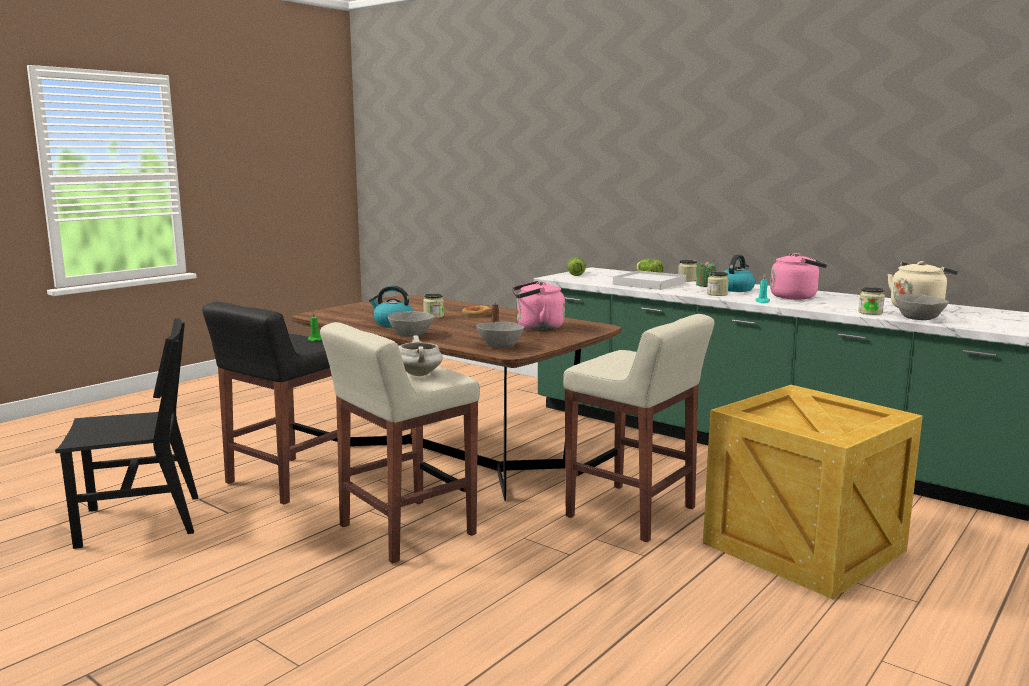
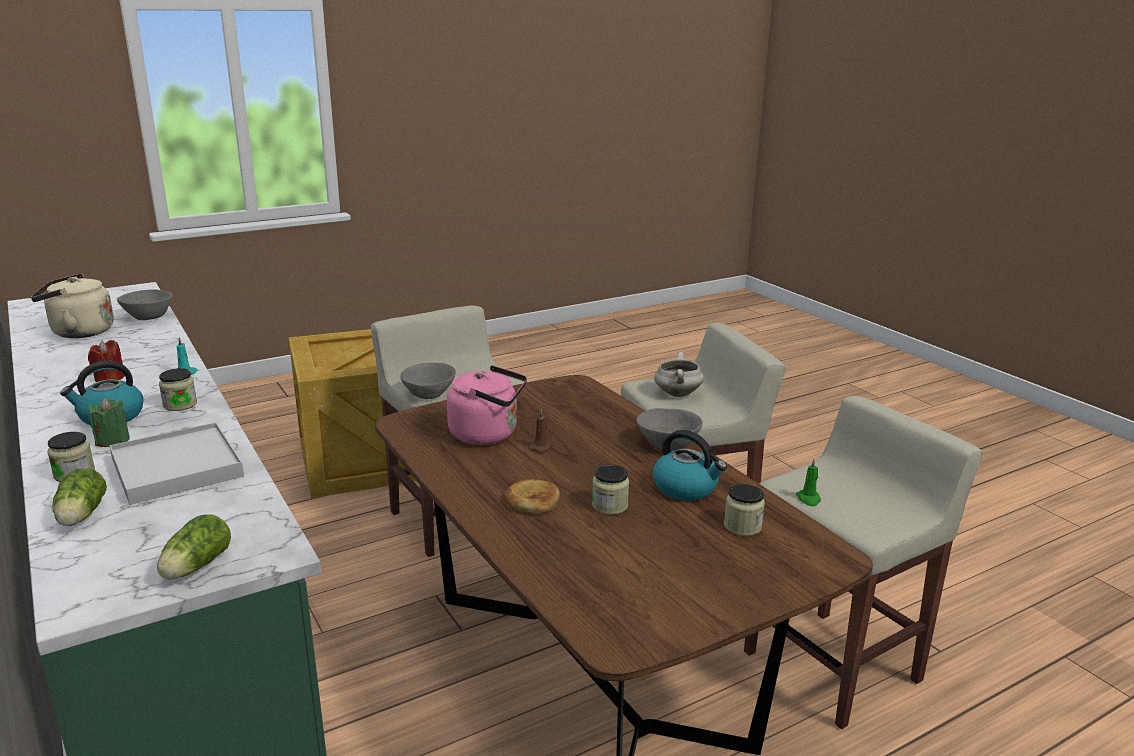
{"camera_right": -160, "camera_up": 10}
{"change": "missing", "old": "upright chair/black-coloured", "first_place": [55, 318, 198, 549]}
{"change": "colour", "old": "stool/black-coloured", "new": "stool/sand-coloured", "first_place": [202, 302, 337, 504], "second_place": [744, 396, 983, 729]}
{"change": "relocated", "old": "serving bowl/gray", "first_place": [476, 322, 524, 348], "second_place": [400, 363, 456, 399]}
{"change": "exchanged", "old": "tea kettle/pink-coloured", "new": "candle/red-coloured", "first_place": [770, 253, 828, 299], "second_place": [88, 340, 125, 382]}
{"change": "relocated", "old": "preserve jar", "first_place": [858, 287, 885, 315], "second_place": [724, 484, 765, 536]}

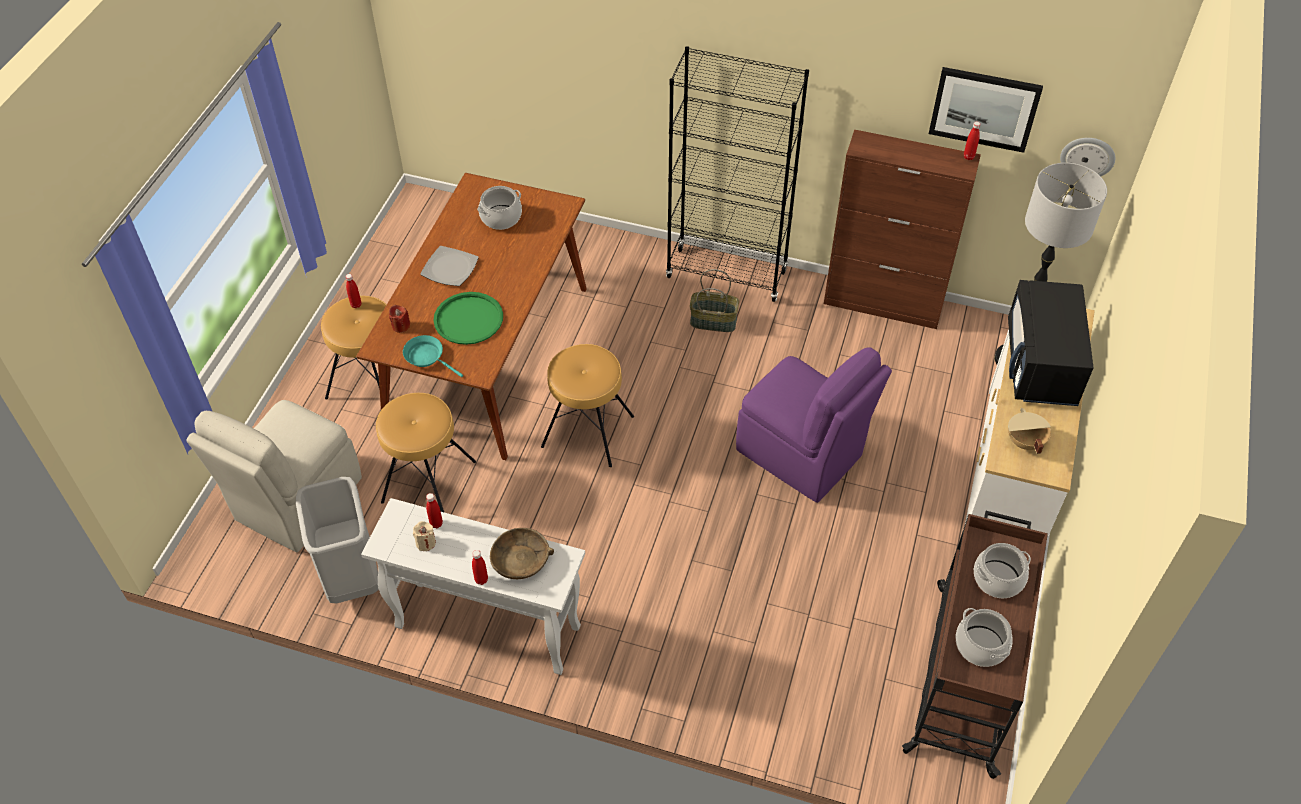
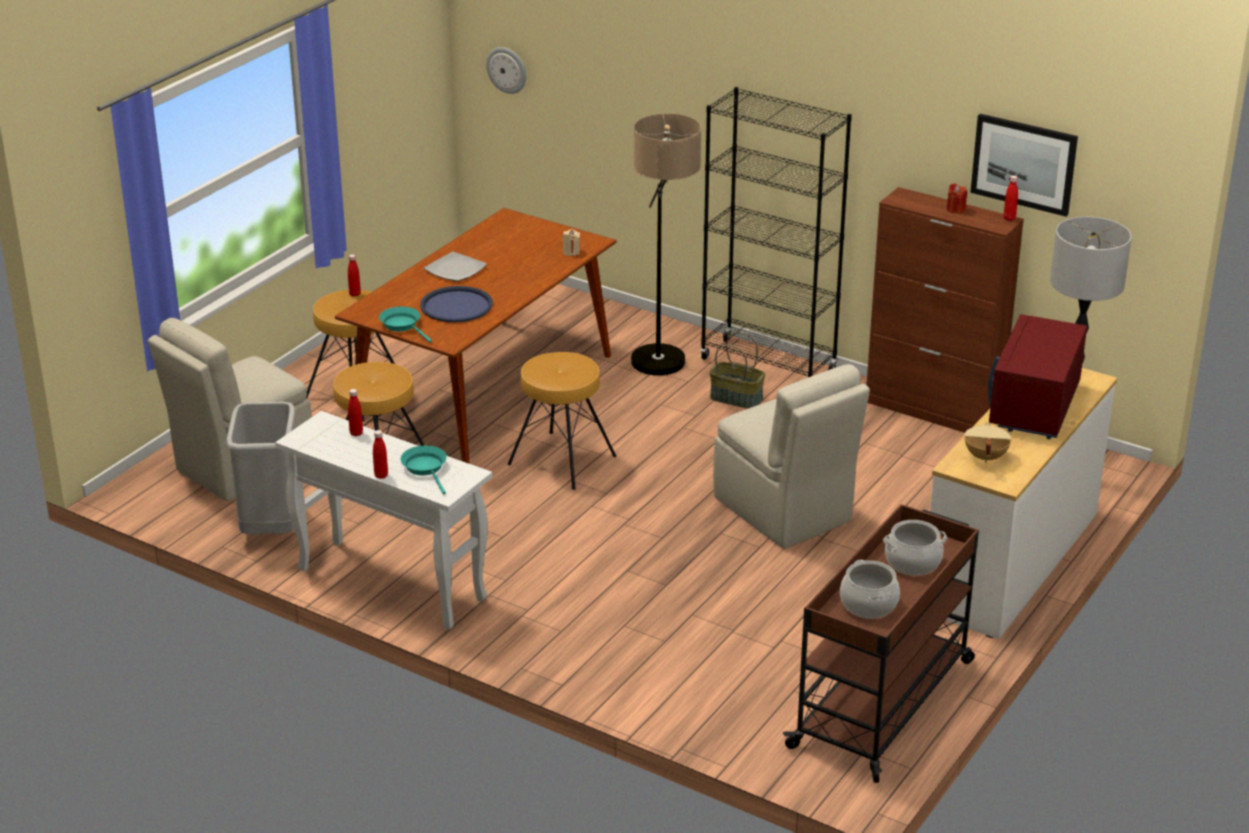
{"camera_right": 15, "camera_up": -20}
{"change": "relocated", "old": "candle/red-coloured", "first_place": [389, 305, 410, 333], "second_place": [947, 183, 967, 214]}
{"change": "relocated", "old": "candle/sand-coloured", "first_place": [413, 521, 436, 551], "second_place": [562, 229, 580, 256]}
{"change": "colour", "old": "carrying tray/green-coloured", "new": "carrying tray/blue", "first_place": [433, 292, 503, 345], "second_place": [420, 286, 493, 322]}
{"change": "missing", "old": "cooking pot", "first_place": [477, 186, 522, 230]}
{"change": "exchanged", "old": "serving bowl/brownish", "new": "frying pan/blue-green", "first_place": [490, 528, 554, 579], "second_place": [400, 446, 447, 494]}
{"change": "colour", "old": "upright chair/purple", "new": "upright chair/sand-coloured", "first_place": [736, 347, 892, 503], "second_place": [713, 364, 870, 549]}
{"change": "colour", "old": "microwave oven/black-coloured", "new": "microwave oven/red-coloured", "first_place": [1008, 280, 1093, 406], "second_place": [988, 314, 1087, 439]}
{"change": "relocated", "old": "wall clock", "first_place": [1060, 138, 1115, 176], "second_place": [486, 47, 526, 94]}
{"change": "appeared", "new": "floor lamp", "second_place": [631, 113, 702, 375]}

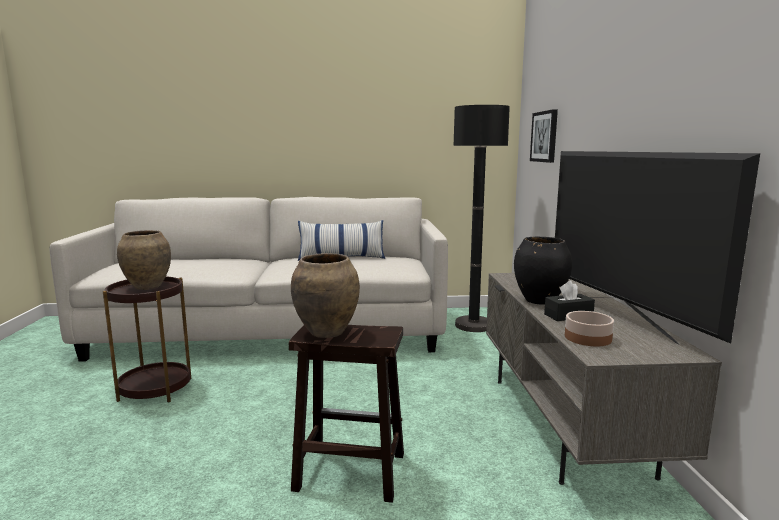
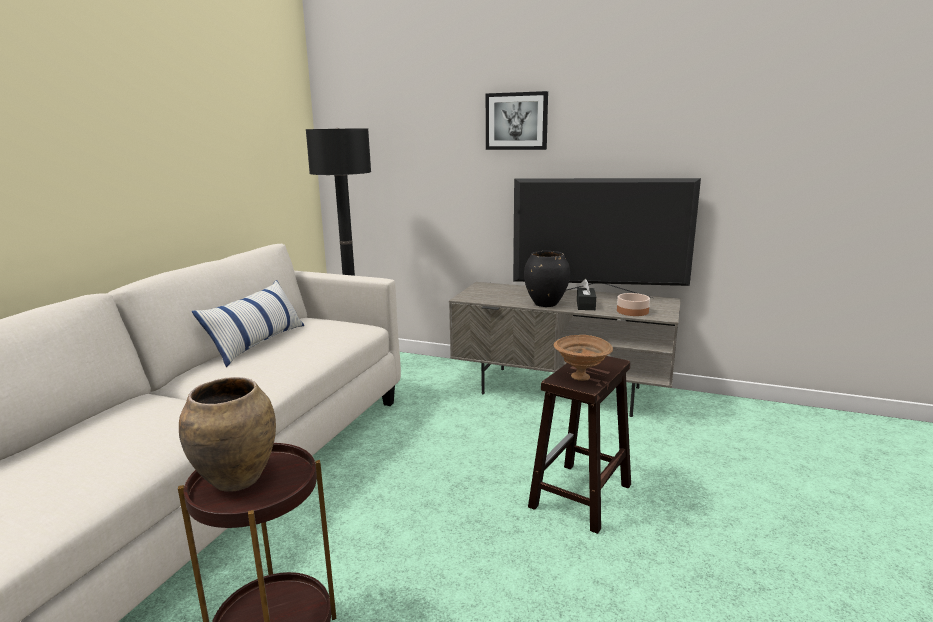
{"camera_right": -65, "camera_up": 5}
{"change": "exchanged", "old": "vase/brownish", "new": "serving bowl/brownish", "first_place": [291, 253, 360, 338], "second_place": [554, 335, 613, 381]}
{"change": "relocated", "old": "picture", "first_place": [530, 109, 558, 163], "second_place": [486, 91, 548, 150]}

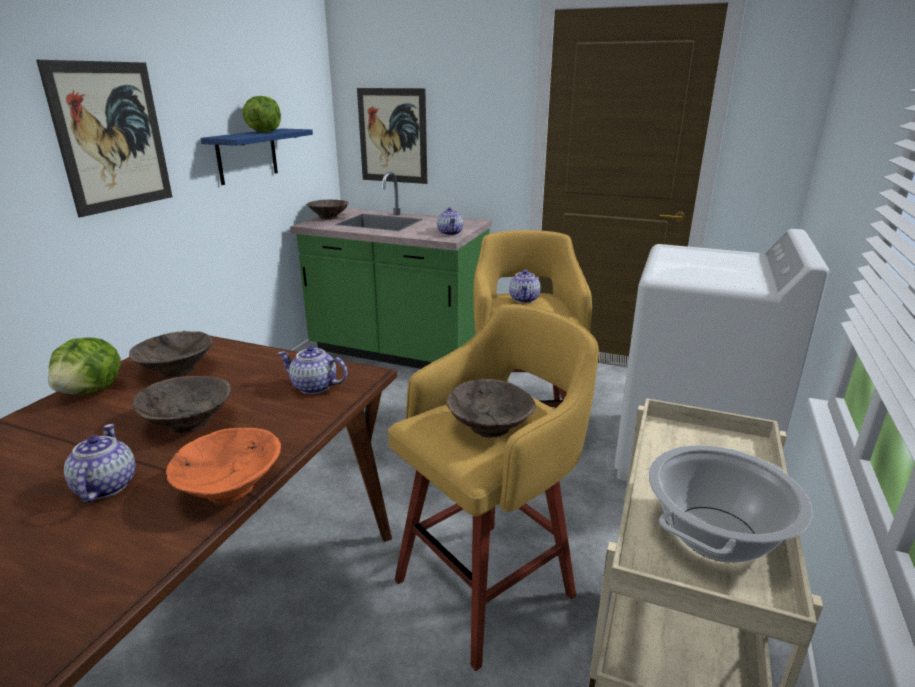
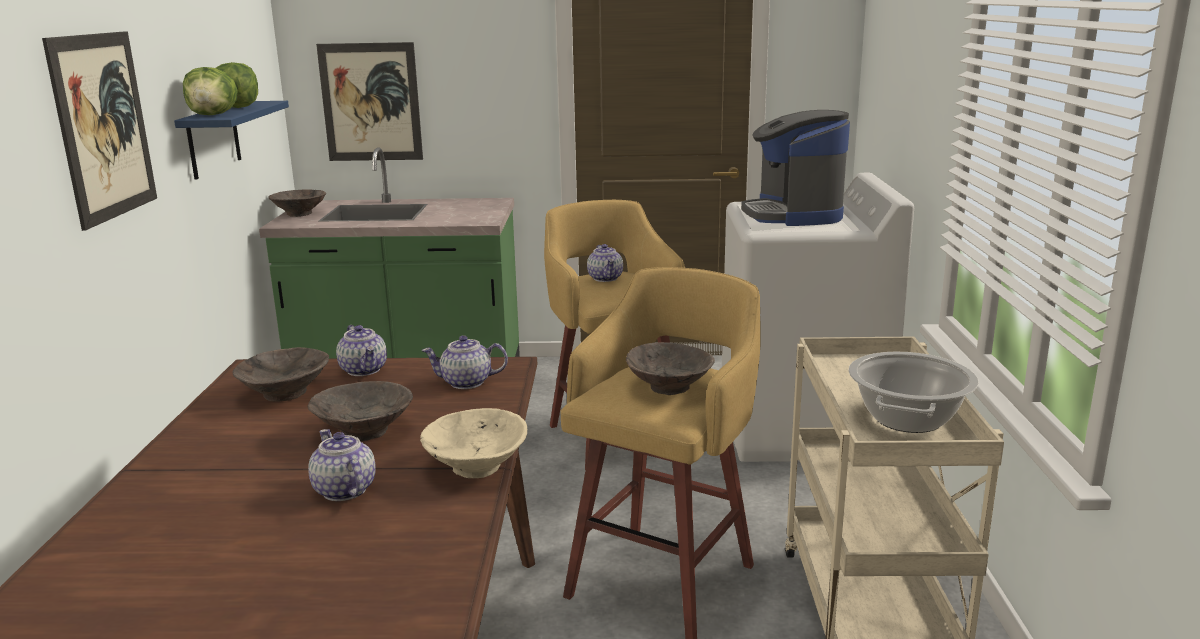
{"camera_right": -20, "camera_up": -5}
{"change": "relocated", "old": "lettuce", "first_place": [48, 337, 121, 395], "second_place": [183, 67, 238, 115]}
{"change": "colour", "old": "serving bowl/orangey", "new": "serving bowl/sand-coloured", "first_place": [166, 428, 281, 503], "second_place": [420, 408, 527, 478]}
{"change": "relocated", "old": "tea pot", "first_place": [437, 207, 463, 235], "second_place": [336, 325, 387, 376]}
{"change": "appeared", "new": "coffee brewer", "second_place": [741, 110, 850, 226]}

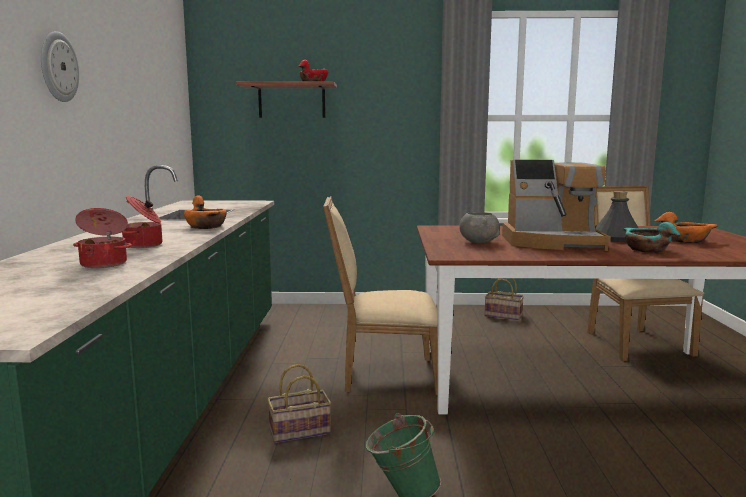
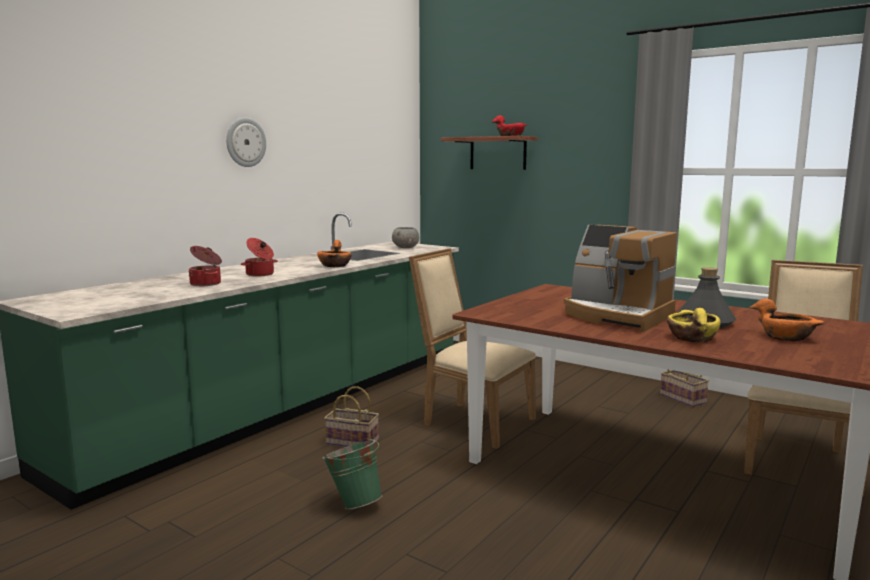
{"camera_right": 35, "camera_up": 0}
{"change": "relocated", "old": "serving bowl/gray", "first_place": [459, 212, 500, 243], "second_place": [392, 227, 419, 248]}
{"change": "colour", "old": "serving bowl/blue-green", "new": "serving bowl/yellow-coloured", "first_place": [623, 222, 680, 253], "second_place": [667, 308, 721, 342]}

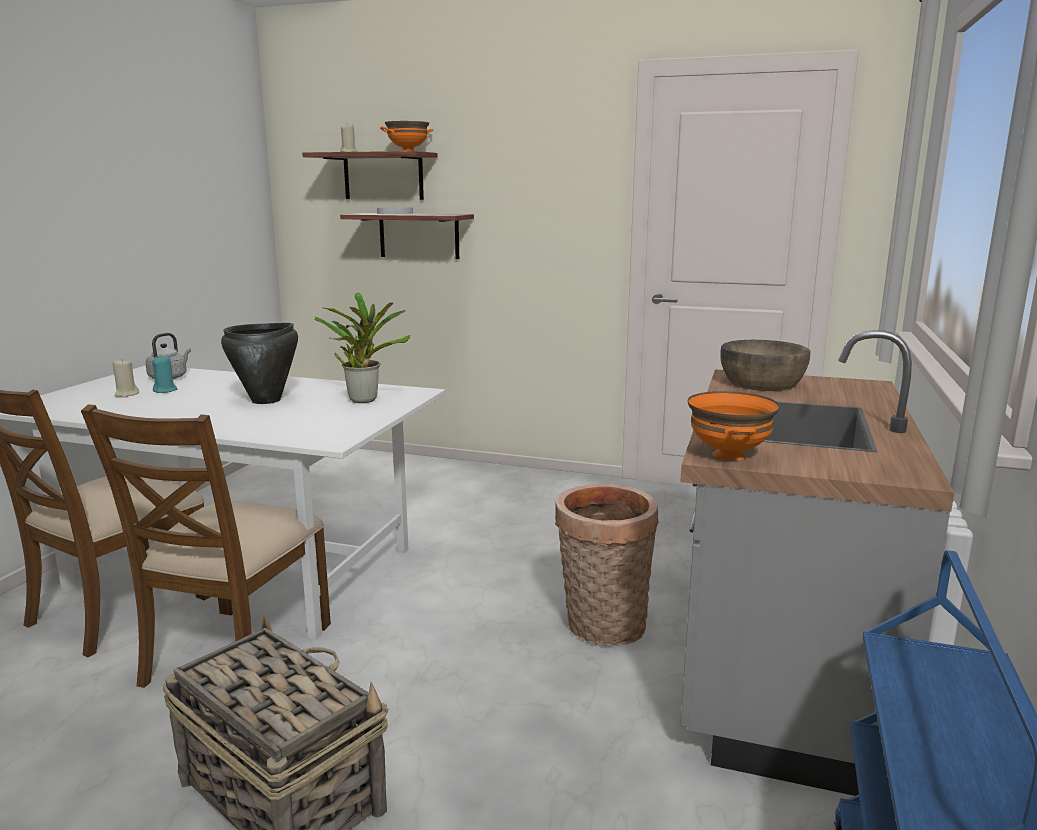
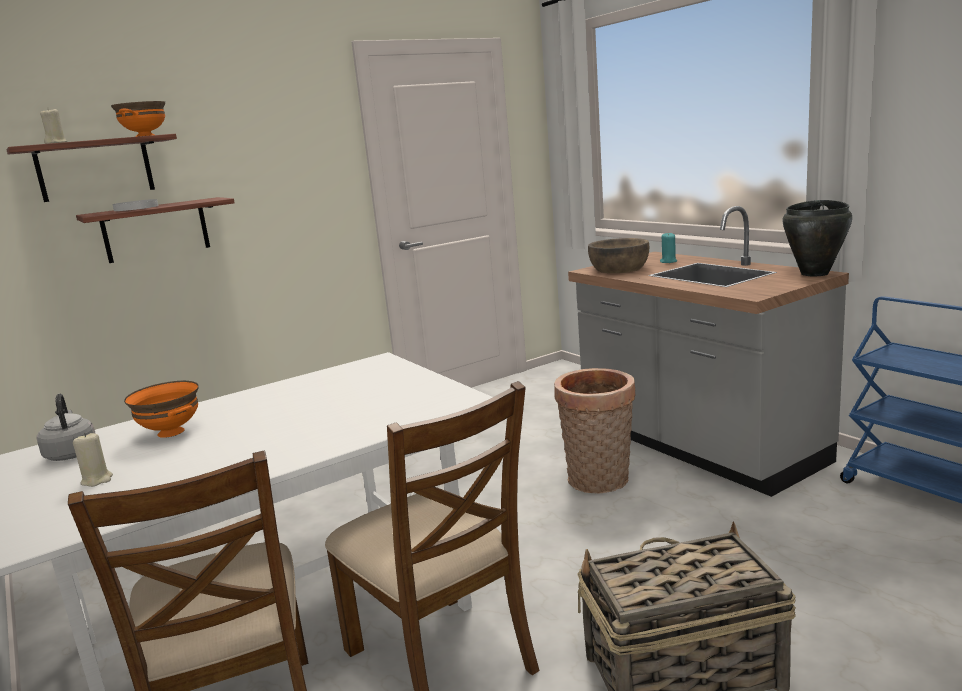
{"camera_right": -50, "camera_up": 0}
{"change": "relocated", "old": "candle/blue-green", "first_place": [152, 355, 178, 393], "second_place": [660, 233, 677, 263]}
{"change": "relocated", "old": "cooking pot/black-coloured", "first_place": [221, 323, 298, 404], "second_place": [783, 200, 852, 276]}
{"change": "missing", "old": "houseplant", "first_place": [314, 293, 410, 403]}
{"change": "relocated", "old": "serving bowl/orangey", "first_place": [688, 391, 780, 461], "second_place": [124, 381, 199, 438]}

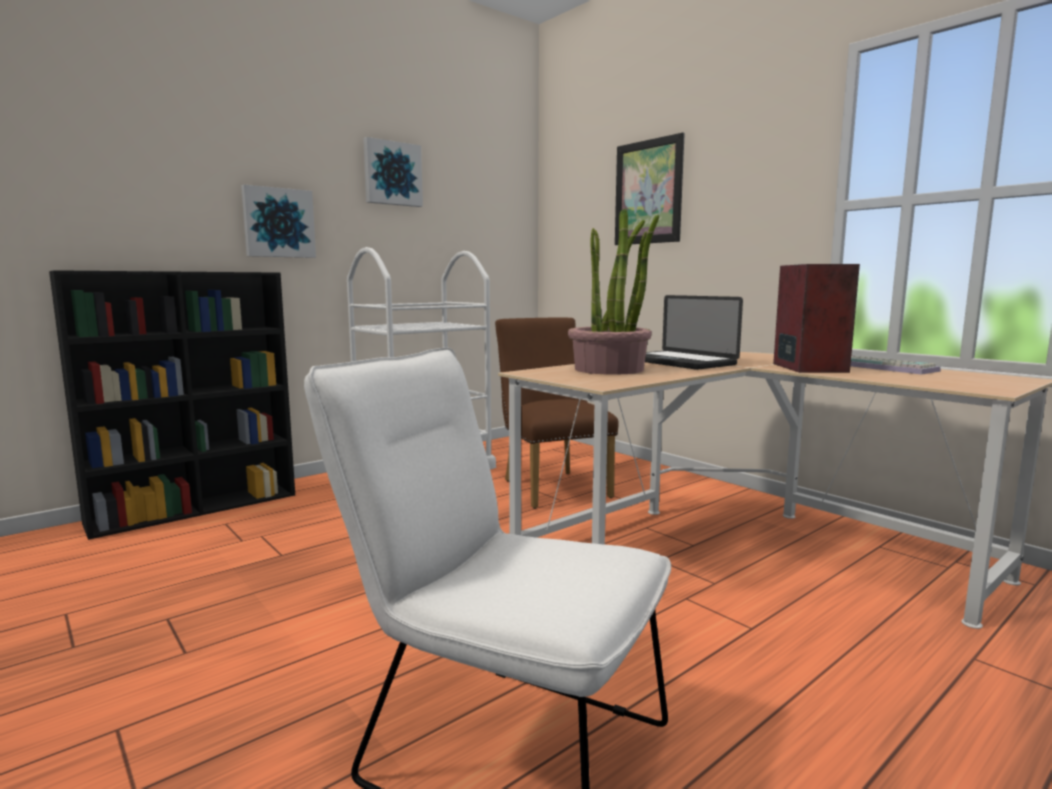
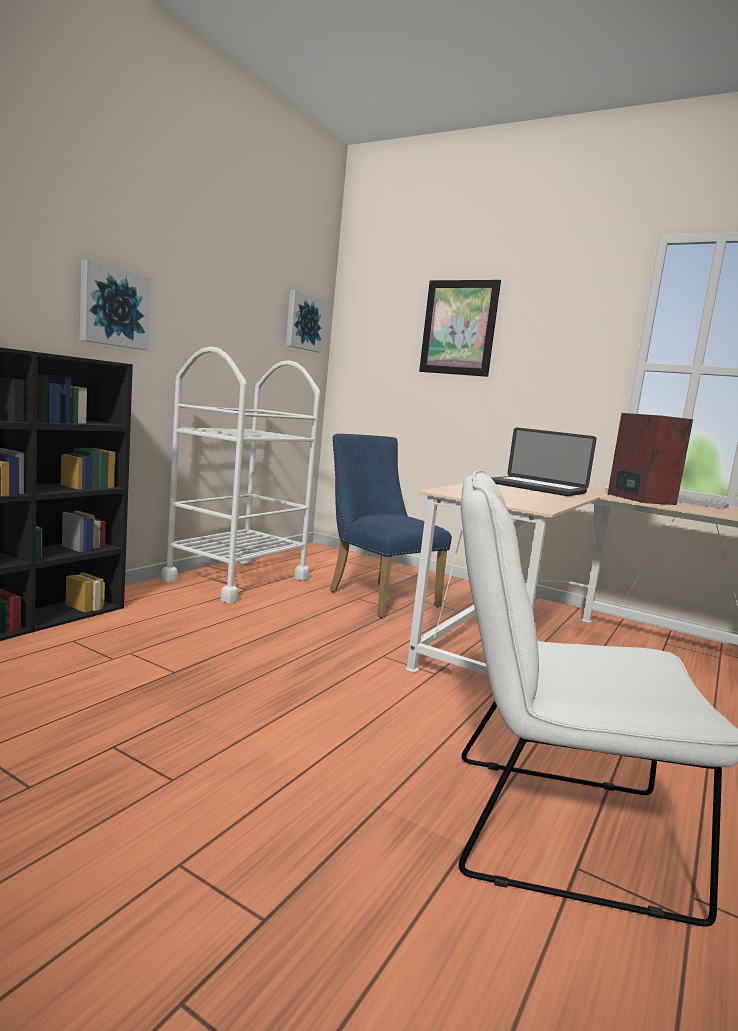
{"camera_right": -20, "camera_up": 0}
{"change": "relocated", "old": "picture", "first_place": [363, 137, 423, 207], "second_place": [286, 290, 326, 353]}
{"change": "colour", "old": "upright chair/brownish", "new": "upright chair/blue", "first_place": [495, 317, 619, 509], "second_place": [330, 434, 452, 618]}
{"change": "missing", "old": "houseplant", "first_place": [568, 209, 659, 375]}

